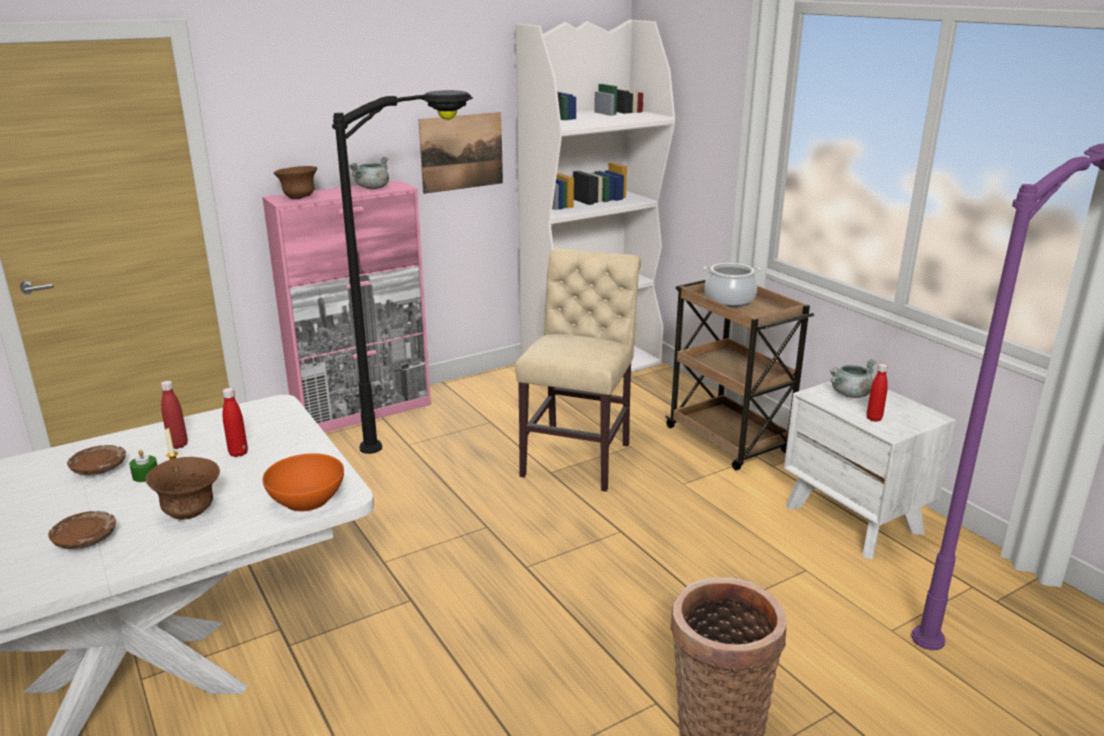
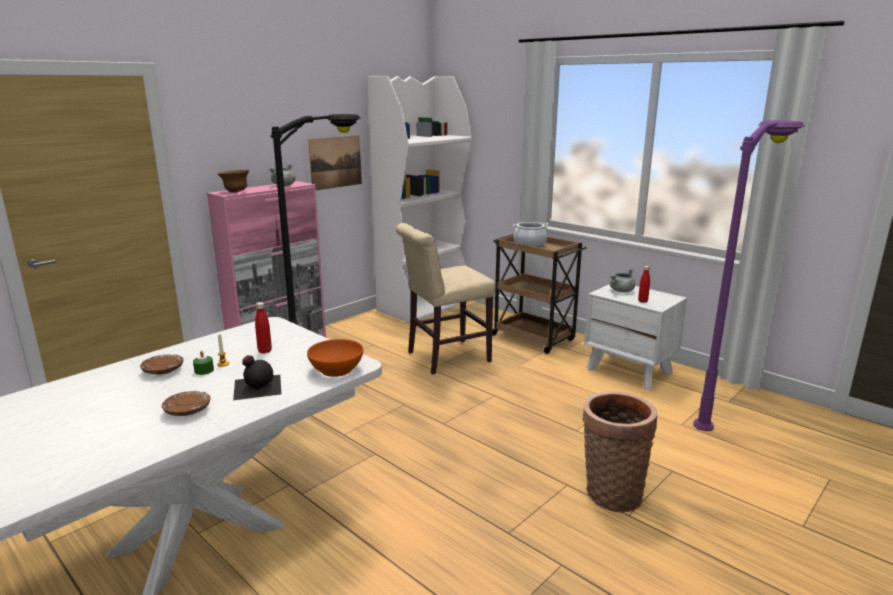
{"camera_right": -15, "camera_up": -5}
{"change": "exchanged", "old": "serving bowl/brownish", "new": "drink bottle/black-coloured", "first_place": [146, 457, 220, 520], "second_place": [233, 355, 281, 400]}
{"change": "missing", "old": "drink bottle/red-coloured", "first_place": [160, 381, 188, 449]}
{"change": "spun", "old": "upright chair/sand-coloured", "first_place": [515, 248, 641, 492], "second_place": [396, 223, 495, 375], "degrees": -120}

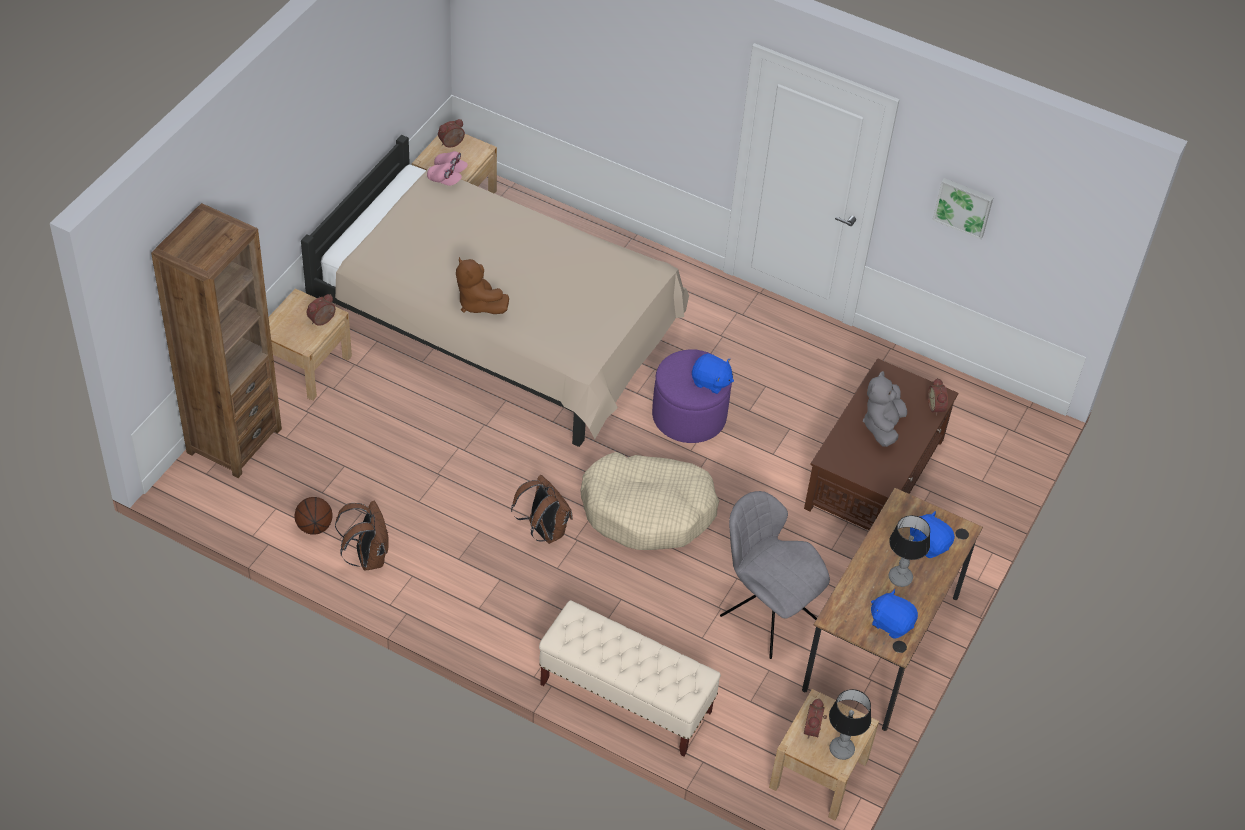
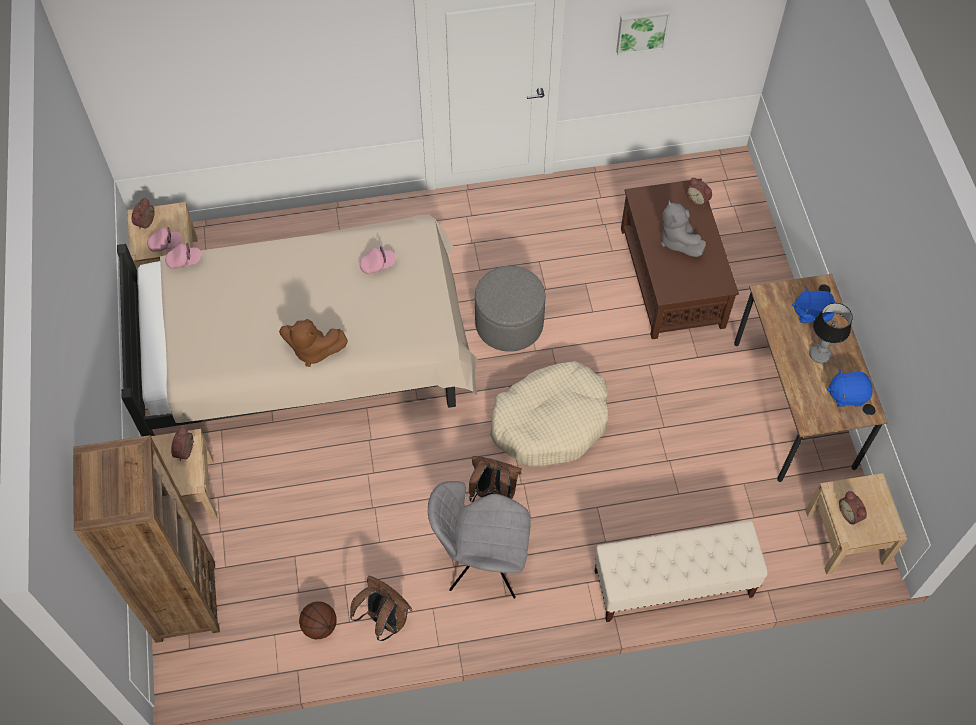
{"camera_right": -35, "camera_up": 10}
{"change": "colour", "old": "ottoman/purple", "new": "ottoman/gray", "first_place": [652, 350, 732, 443], "second_place": [475, 266, 546, 352]}
{"change": "missing", "old": "soft toy/blue", "first_place": [692, 354, 734, 394]}
{"change": "relocated", "old": "upright chair/gray", "first_place": [720, 491, 830, 659], "second_place": [428, 481, 531, 599]}
{"change": "missing", "old": "lamp for a table", "first_place": [829, 689, 871, 760]}
{"change": "appeared", "new": "peaked cap/pink-coloured", "second_place": [360, 246, 395, 274]}

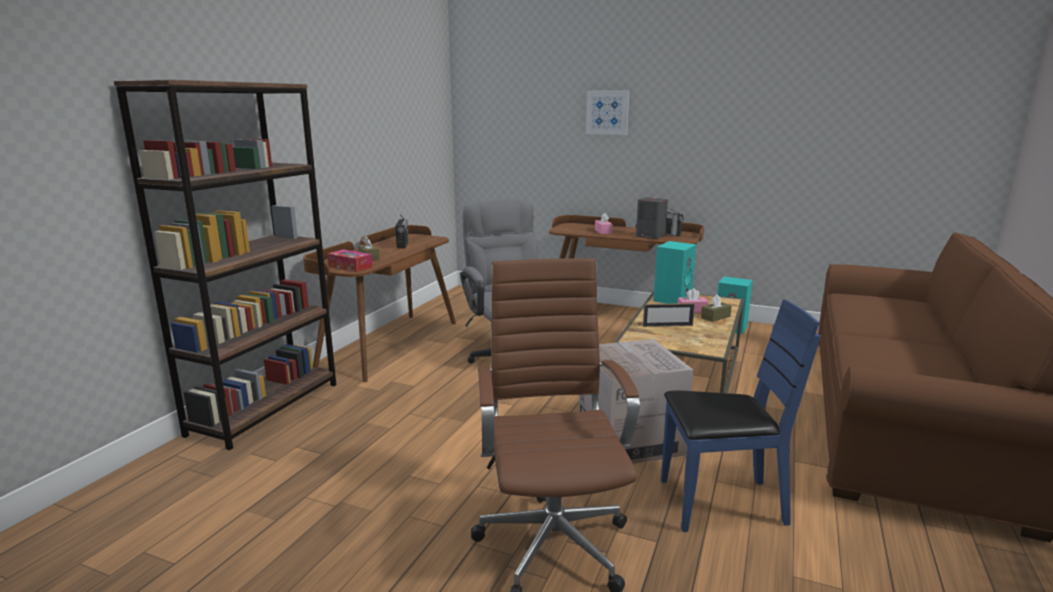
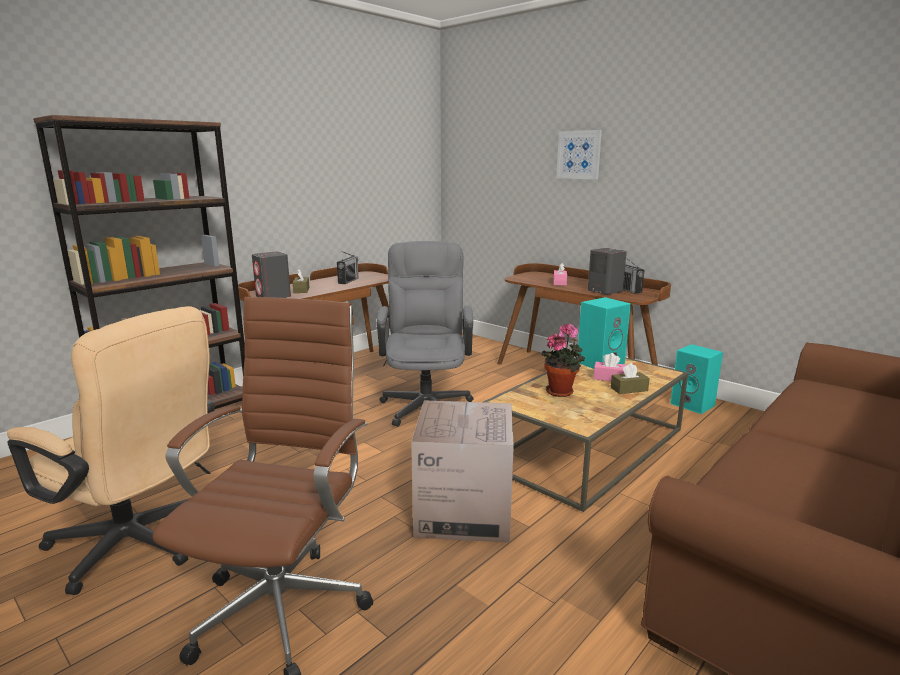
{"camera_right": 20, "camera_up": 0}
{"change": "exchanged", "old": "box of tissues", "new": "speaker/gray", "first_place": [327, 249, 372, 272], "second_place": [252, 252, 291, 298]}
{"change": "exchanged", "old": "photo frame", "new": "houseplant", "first_place": [643, 303, 695, 327], "second_place": [541, 323, 585, 397]}
{"change": "missing", "old": "upright chair/blue", "first_place": [661, 299, 821, 532]}
{"change": "appeared", "new": "computer chair/sand-coloured", "second_place": [7, 306, 215, 595]}

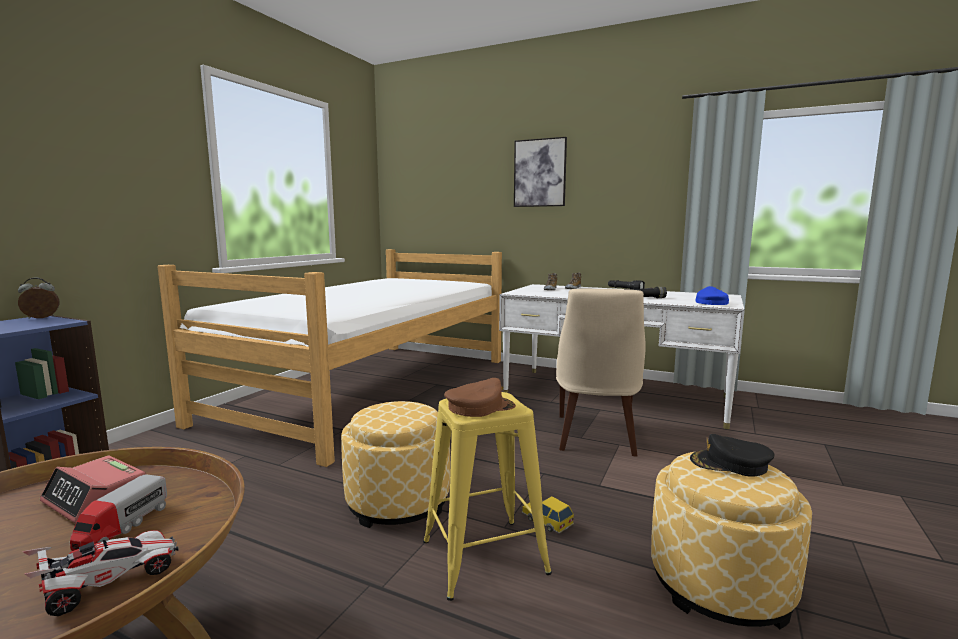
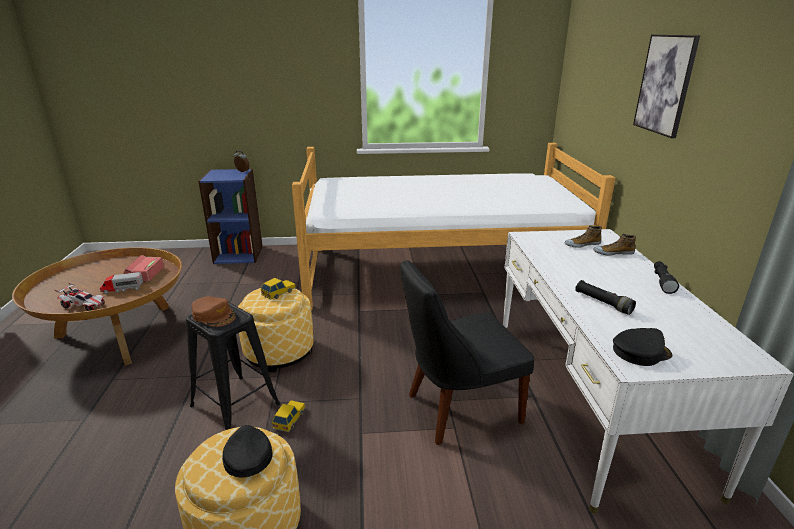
{"camera_right": 60, "camera_up": 15}
{"change": "colour", "old": "stool/yellow-coloured", "new": "stool/black-coloured", "first_place": [423, 392, 552, 601], "second_place": [186, 302, 280, 430]}
{"change": "colour", "old": "upright chair/sand-coloured", "new": "upright chair/black-coloured", "first_place": [556, 289, 646, 456], "second_place": [400, 260, 534, 445]}
{"change": "colour", "old": "peaked cap/blue", "new": "peaked cap/black-coloured", "first_place": [696, 286, 729, 305], "second_place": [613, 328, 672, 366]}
{"change": "appeared", "new": "toy car", "second_place": [261, 278, 296, 300]}

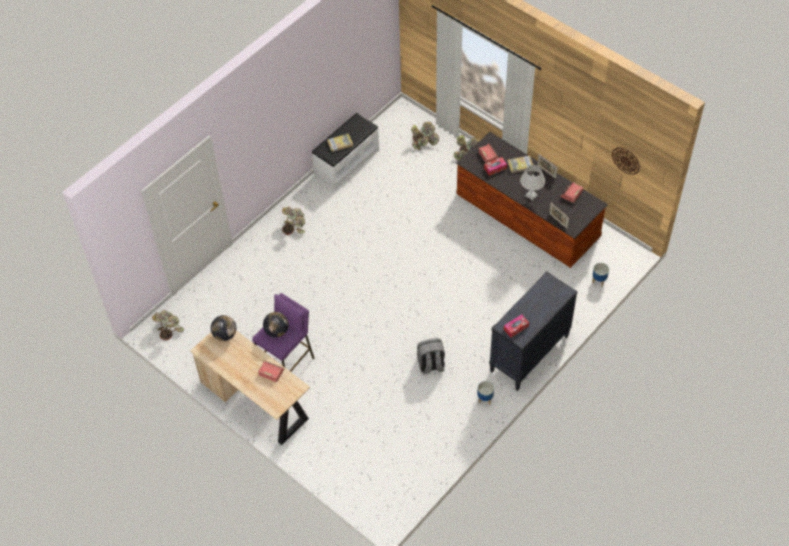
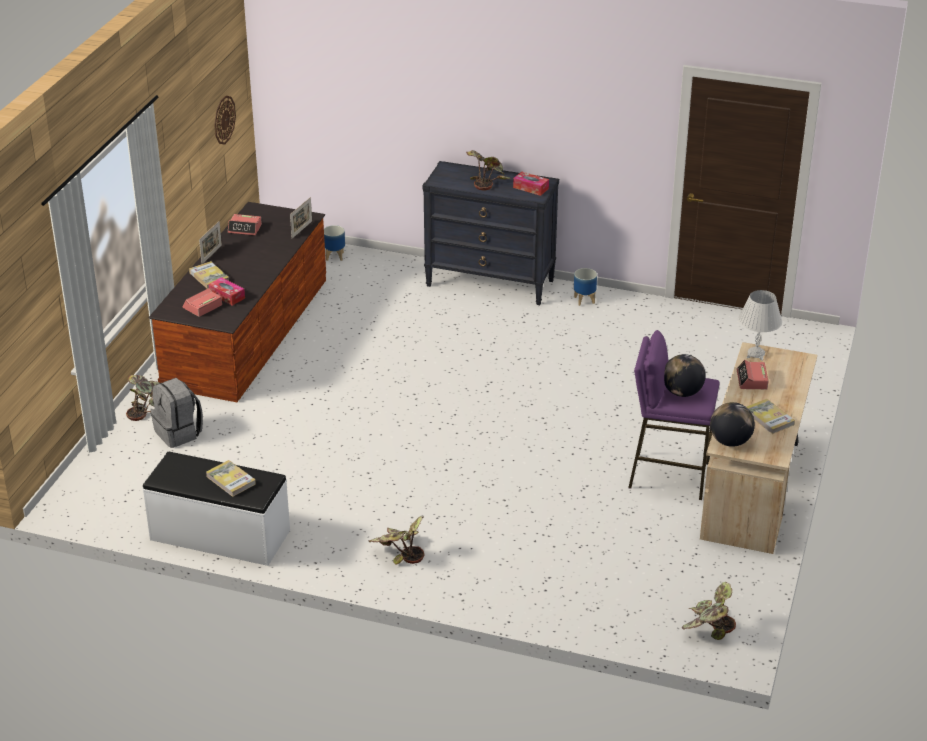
{"camera_right": -115, "camera_up": -20}
{"change": "relocated", "old": "houseplant", "first_place": [411, 122, 439, 150], "second_place": [466, 150, 510, 190]}
{"change": "relocated", "old": "rucksack/gray", "first_place": [417, 338, 445, 374], "second_place": [151, 378, 203, 448]}
{"change": "relocated", "old": "lamp for a table/whitish", "first_place": [520, 165, 545, 201], "second_place": [738, 290, 782, 361]}
{"change": "appeared", "new": "book", "second_place": [747, 399, 795, 434]}

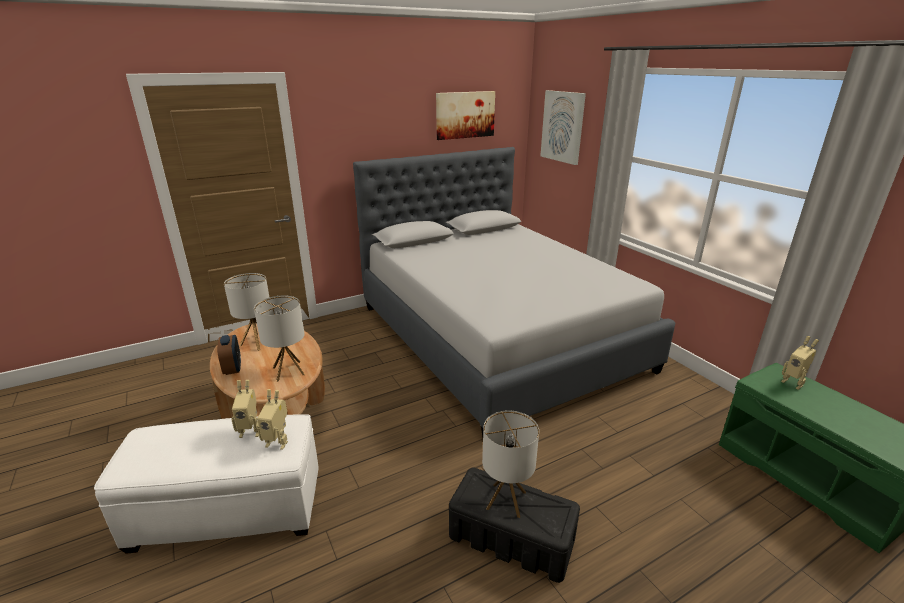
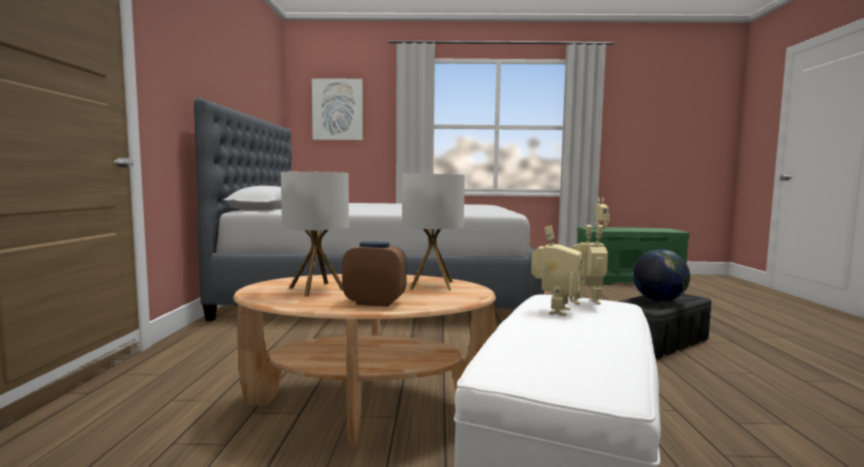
{"camera_right": -60, "camera_up": -20}
{"change": "spun", "old": "robot figure", "first_place": [257, 389, 288, 450], "second_place": [571, 225, 608, 305], "degrees": -135}
{"change": "missing", "old": "picture", "first_place": [436, 91, 495, 140]}
{"change": "exchanged", "old": "lamp for a table", "new": "desk globe", "first_place": [482, 410, 539, 518], "second_place": [633, 250, 690, 302]}

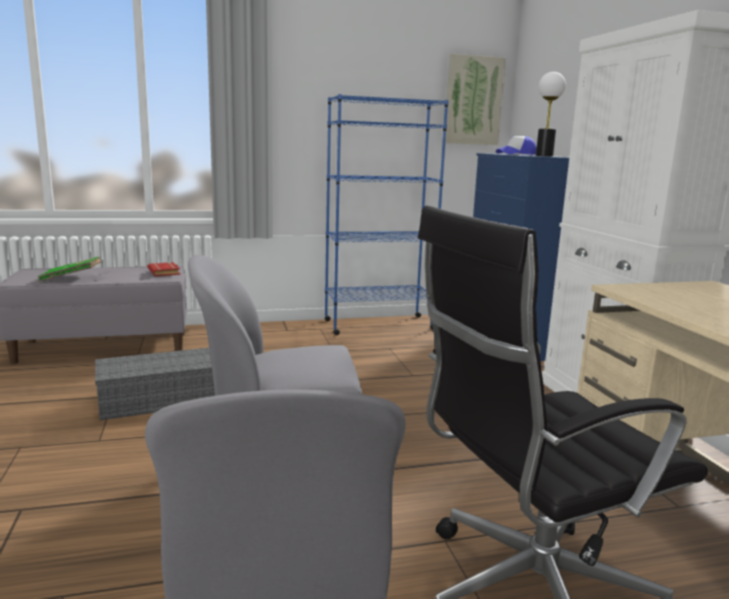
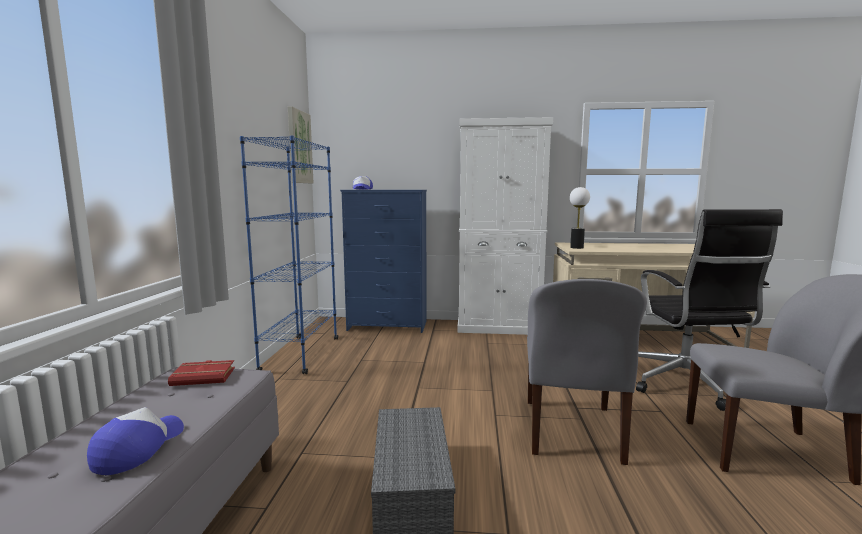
{"camera_right": -70, "camera_up": -5}
{"change": "exchanged", "old": "book/green-coloured", "new": "peaked cap", "first_place": [38, 257, 101, 281], "second_place": [87, 407, 184, 475]}
{"change": "relocated", "old": "lamp for a table", "first_place": [536, 72, 566, 156], "second_place": [570, 187, 590, 249]}

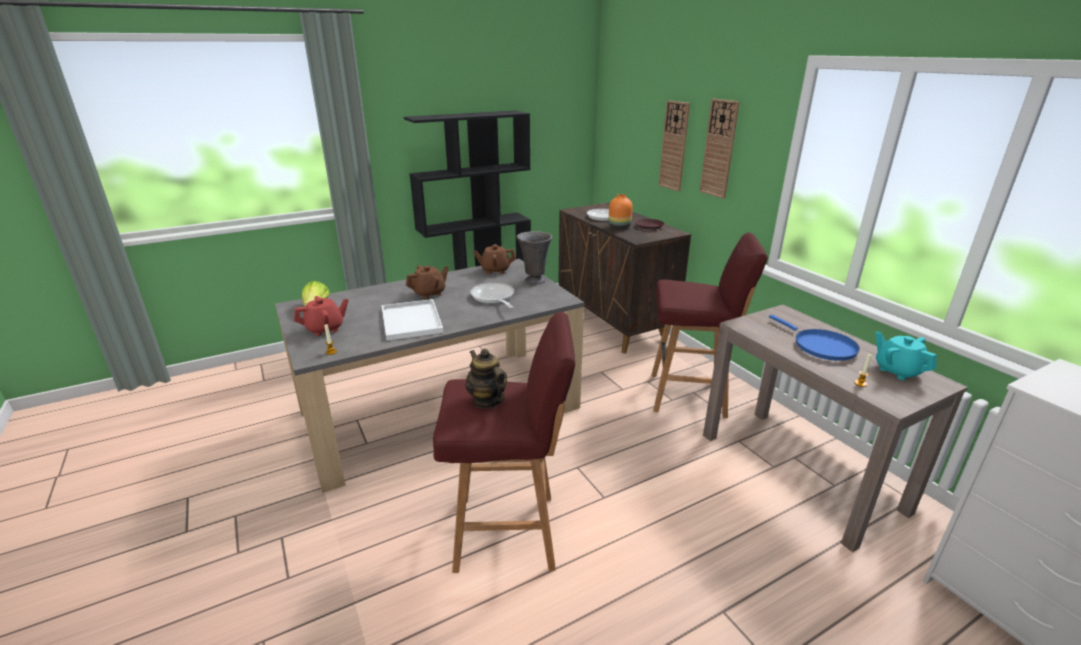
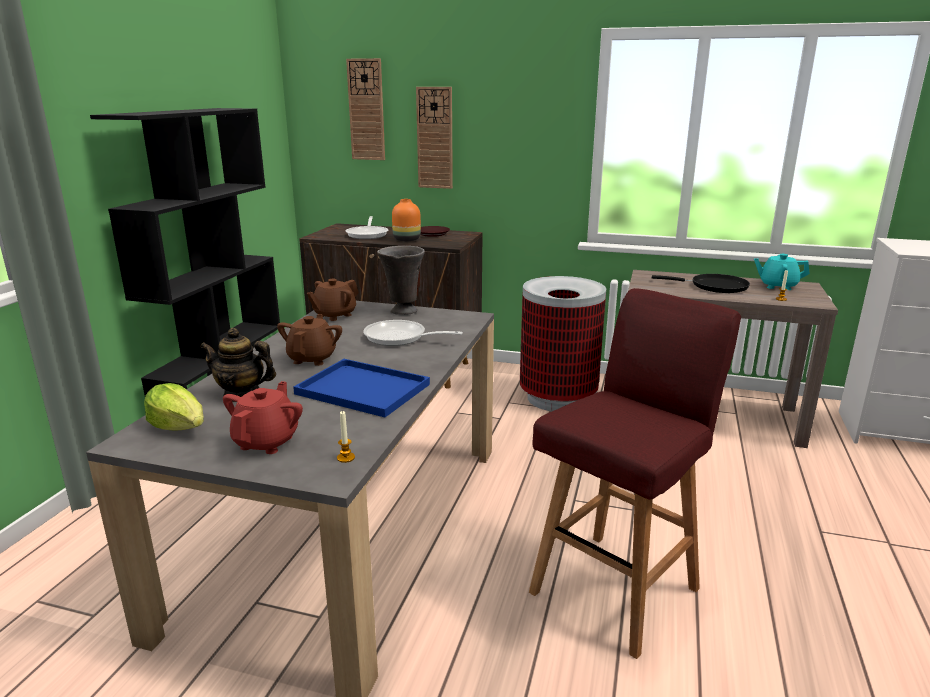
{"camera_right": -45, "camera_up": -5}
{"change": "colour", "old": "carrying tray/whitish", "new": "carrying tray/blue", "first_place": [381, 299, 443, 341], "second_place": [293, 359, 430, 417]}
{"change": "relocated", "old": "tea pot", "first_place": [465, 348, 507, 409], "second_place": [200, 328, 276, 402]}
{"change": "exchanged", "old": "stool/red-coloured", "new": "waste bin", "first_place": [651, 232, 768, 418], "second_place": [520, 276, 606, 411]}
{"change": "relocated", "old": "wall clock", "first_place": [700, 99, 740, 199], "second_place": [346, 58, 385, 160]}
{"change": "colour", "old": "frying pan/blue", "new": "frying pan/black-coloured", "first_place": [769, 315, 860, 361], "second_place": [652, 274, 750, 293]}

